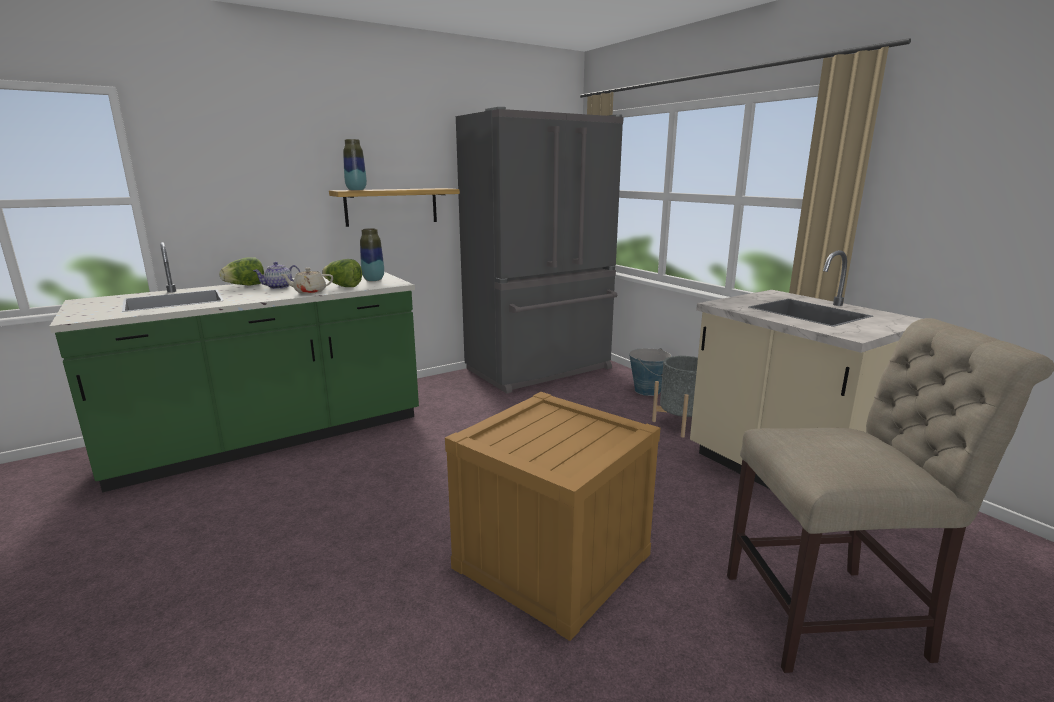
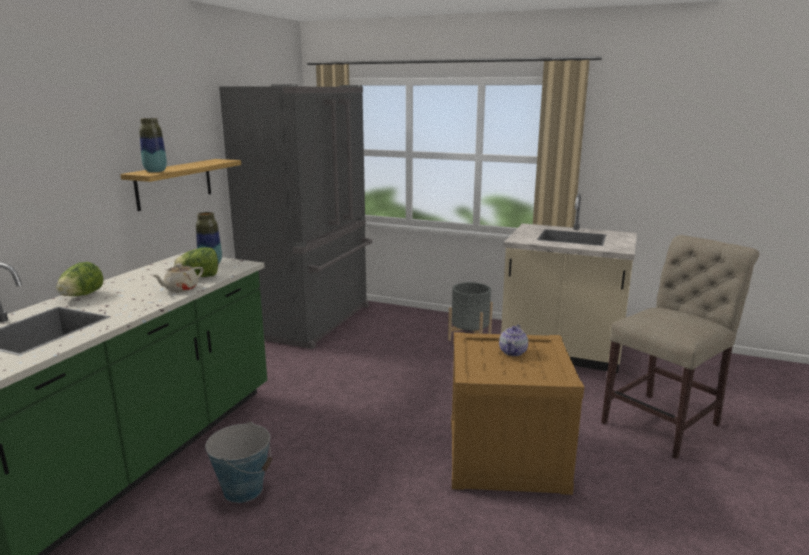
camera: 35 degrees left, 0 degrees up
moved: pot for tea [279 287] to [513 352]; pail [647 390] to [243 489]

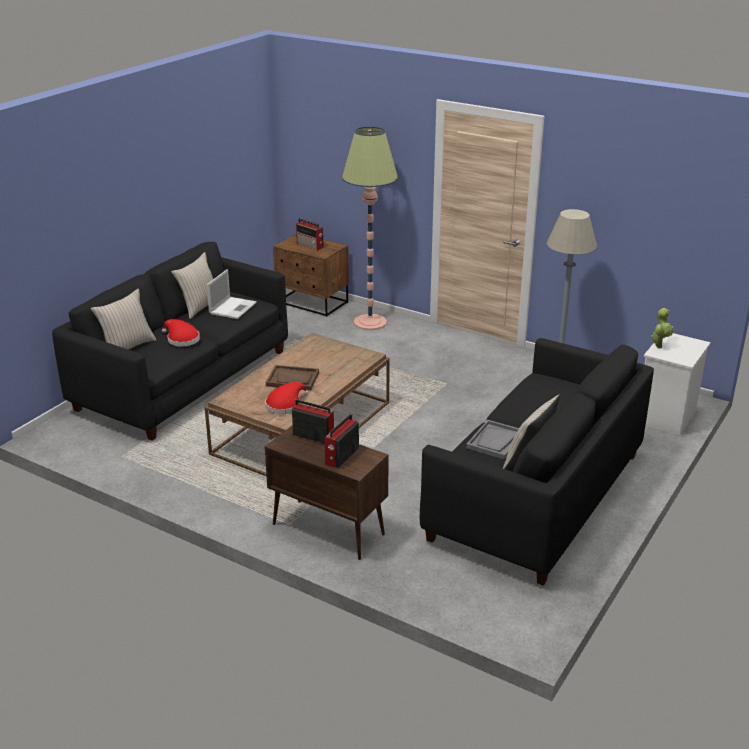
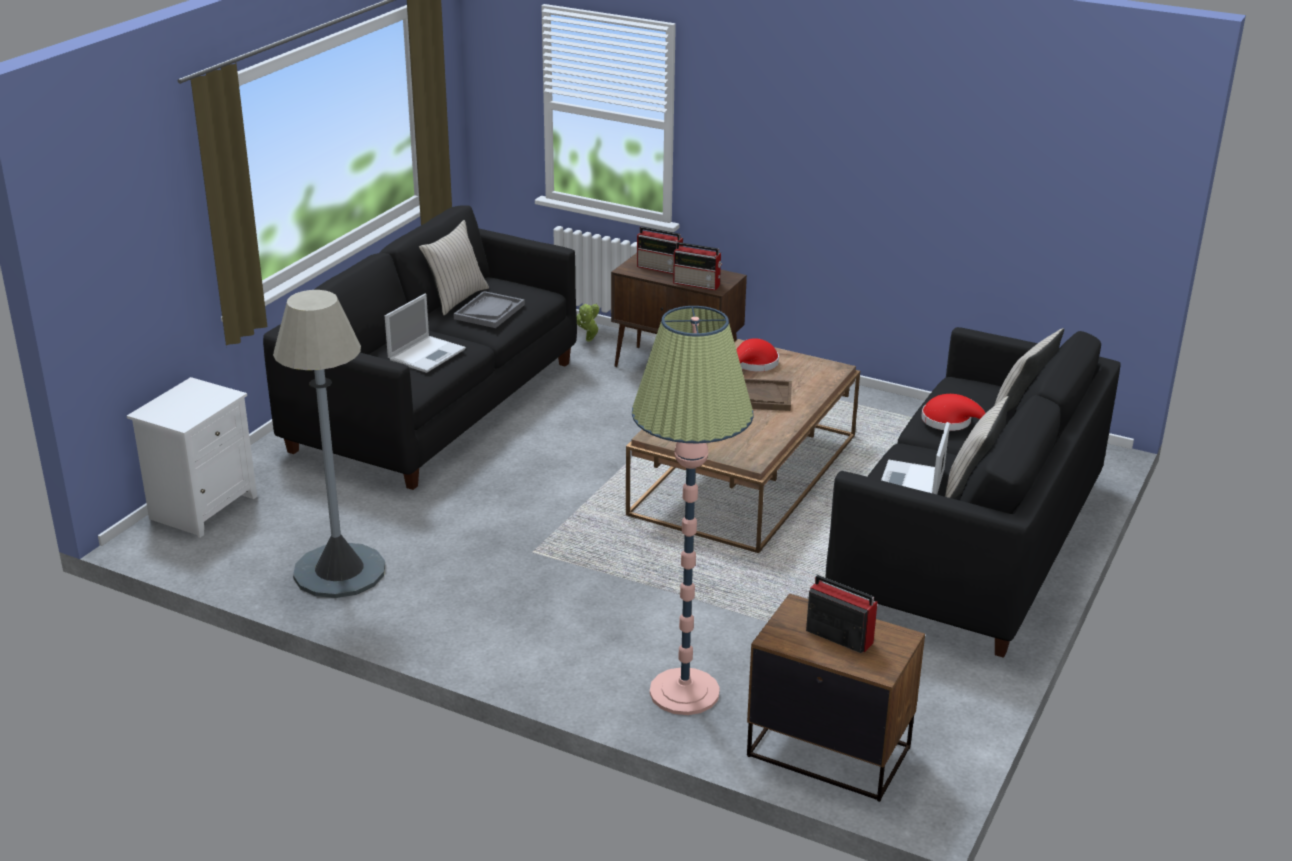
camera: 175 degrees right, 0 degrees up
added: portable computer [427 354]
moved: potted plant [659 346] to [588 341]
turned: radio [341 456] = [660 268] 90 degrees clockwise

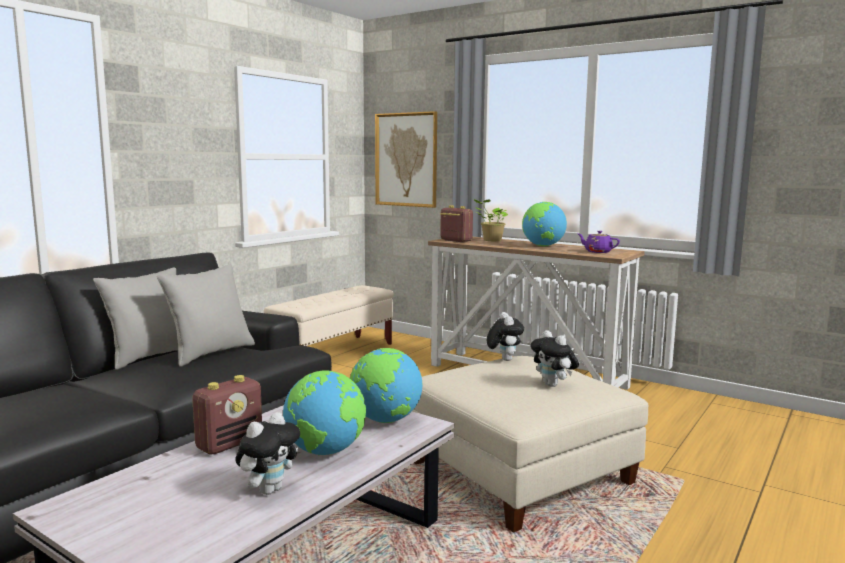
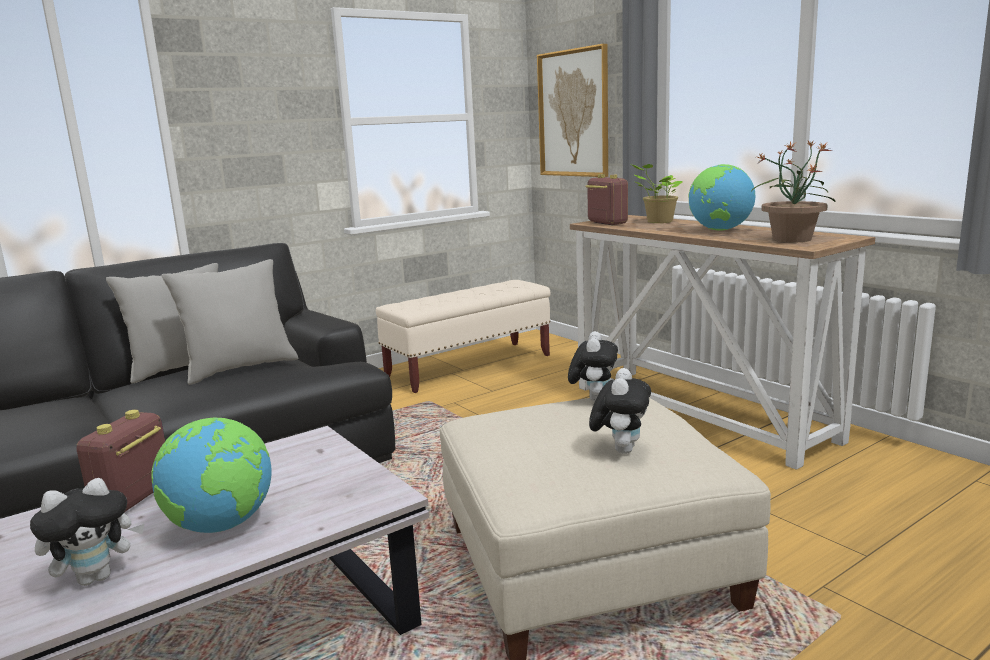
camera: 20 degrees right, 5 degrees up
removed: desk globe [385 420]
replaced: pot for tea in purple-coloured [597 252] to potted plant [791 239]
turned: radio [230 443] = [133 499] 135 degrees clockwise; cuddly toy [553 385] = [620 449] 150 degrees counterclockwise

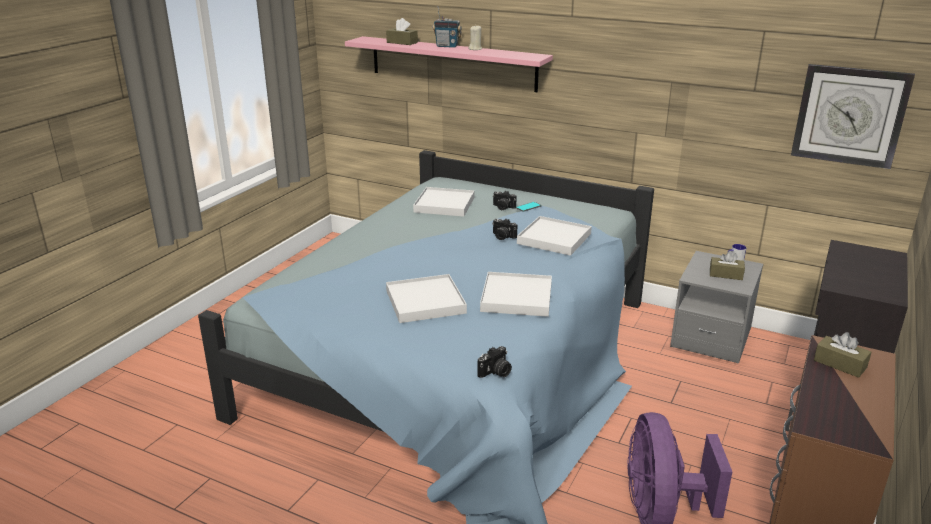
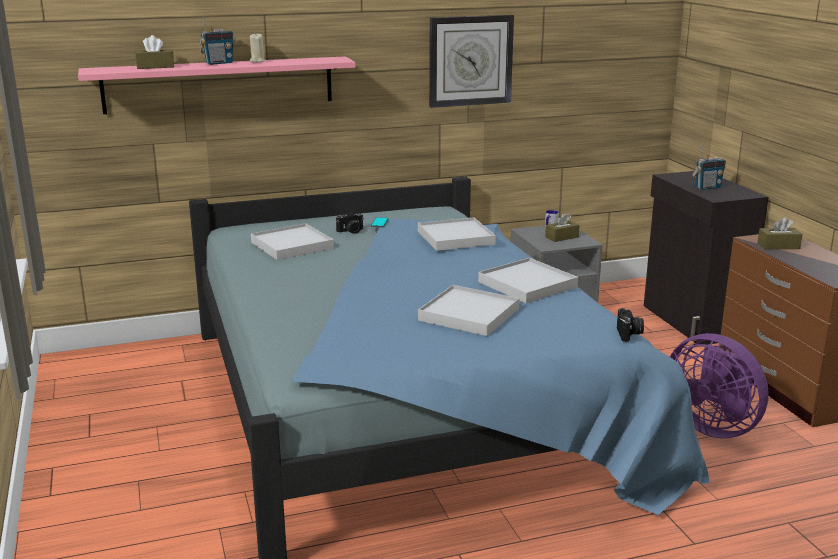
camera: 45 degrees left, 5 degrees down
removed: photo camera [502 237]
added: radio [707 187]
moved: hanging clock [849 115] to [470 60]

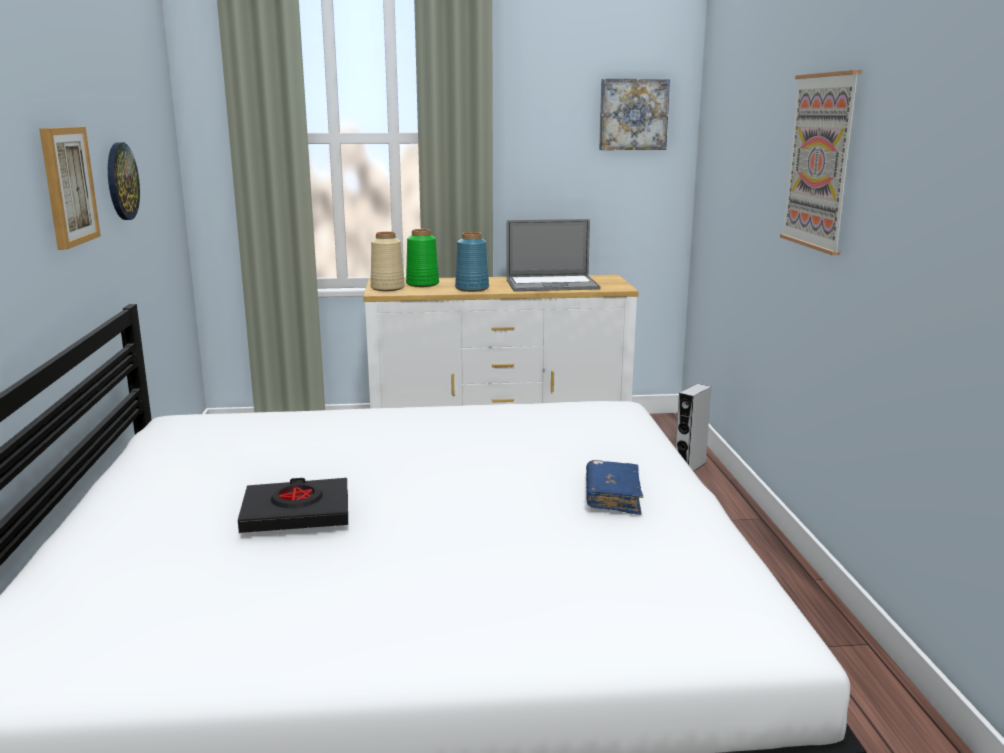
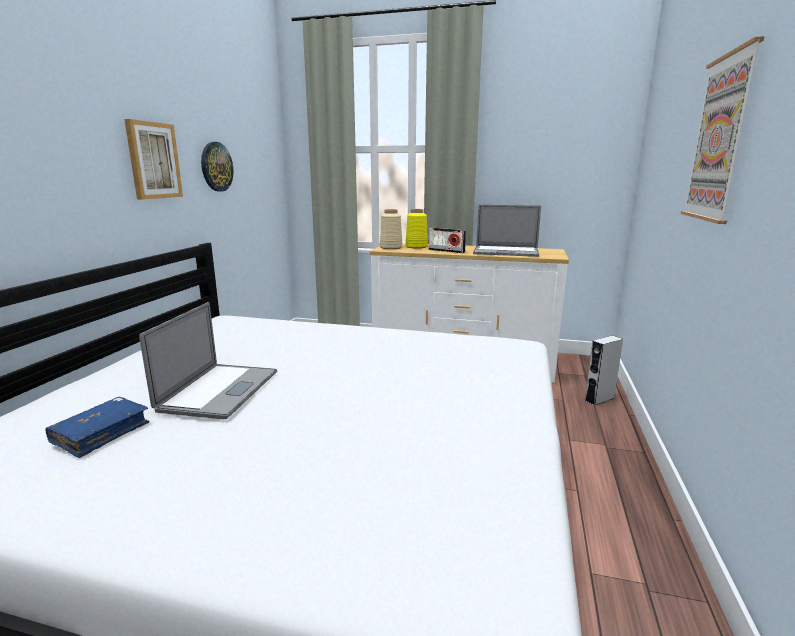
camera: 20 degrees right, 0 degrees up
removed: wall art [633 114]
moved: volume in bluish [612 497] to [101 434]
replaced: volume in black [296 513] to portable computer [219 390]; vase in bluish [472 288] to radio [446 251]
recoloured: vase in green [423 284] to vase in yellow [416 247]

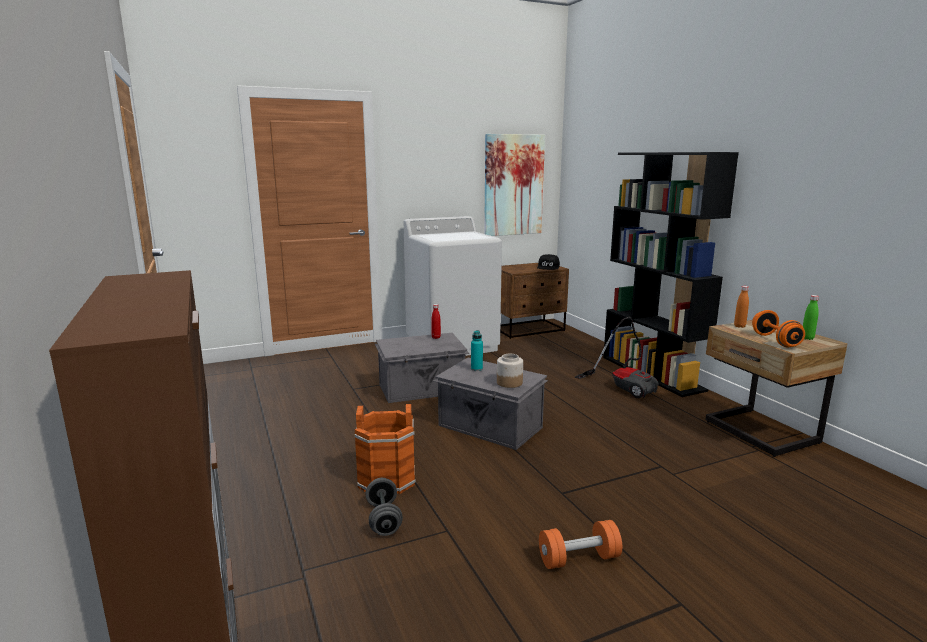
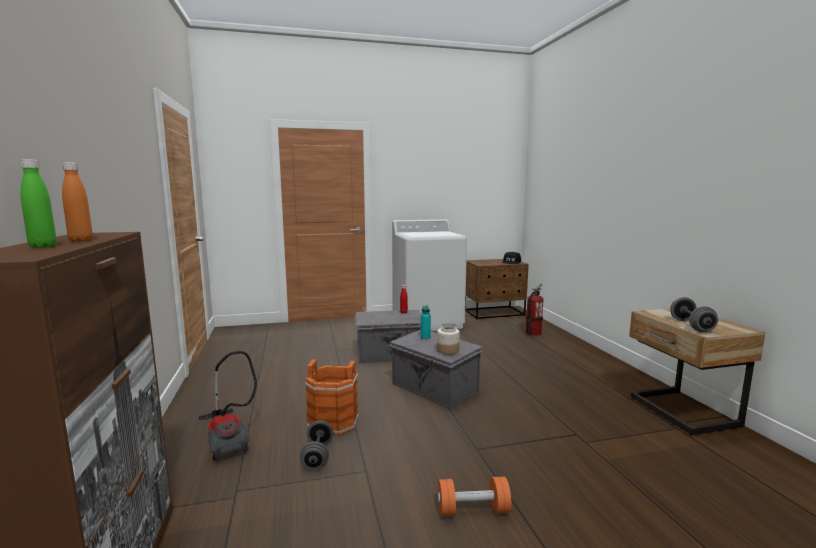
camera: 10 degrees right, 5 degrees down
removed: wall art [513 185]; shelving unit in black [652 373]
added: fire-fighting cylinder [533 333]
moved: vacuum cleaner [623 386] to [229 438]; bottle in orange-coloured [739 326] to [81 240]; bottle in green [807 338] to [43 246]
recoloured: dumbbell in orange-coloured [775 341] to dumbbell in greyish [691 325]

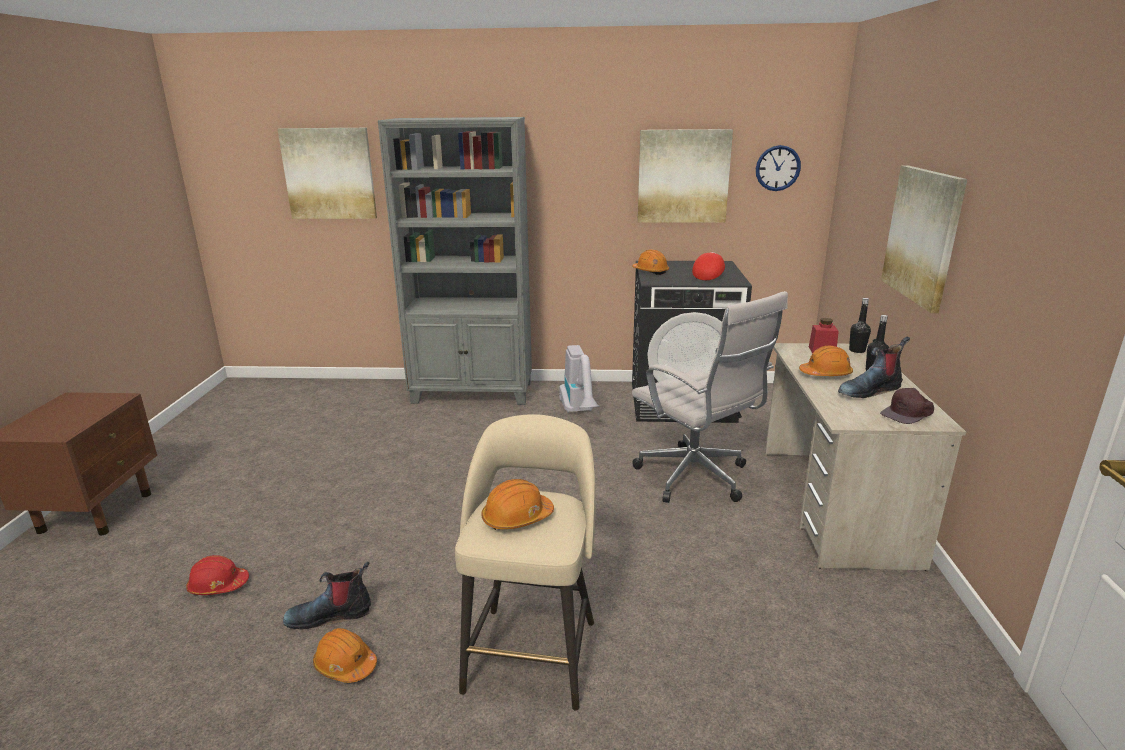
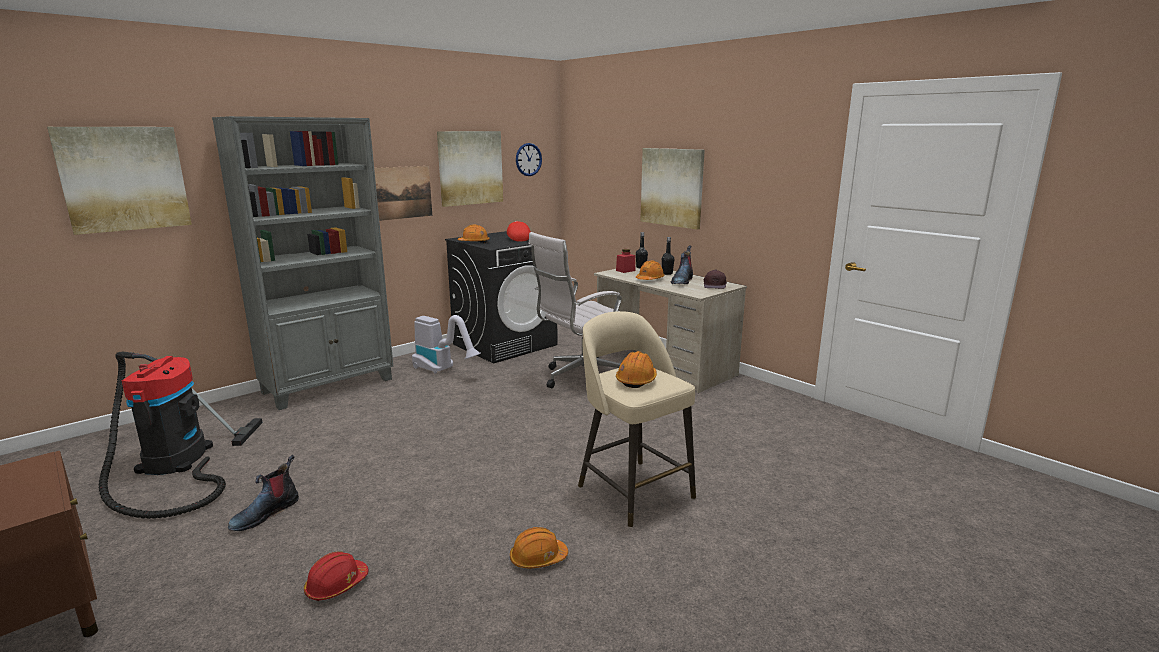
camera: 45 degrees left, 5 degrees down
added: vacuum cleaner [173 463]; wall art [401 192]
moved: boot [330 615] to [266 513]
turned: computer chair in white-coloured [696 479] = [580 379] 135 degrees clockwise

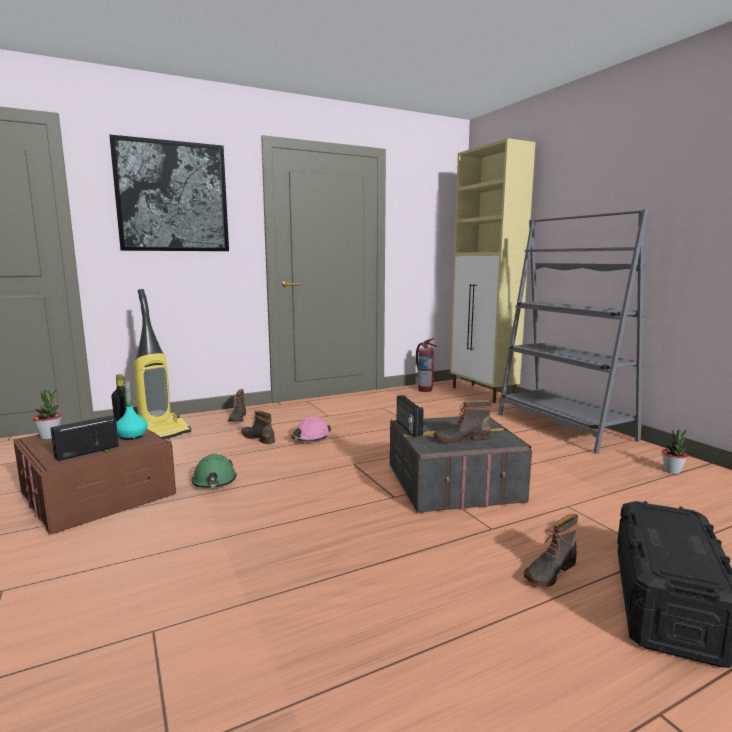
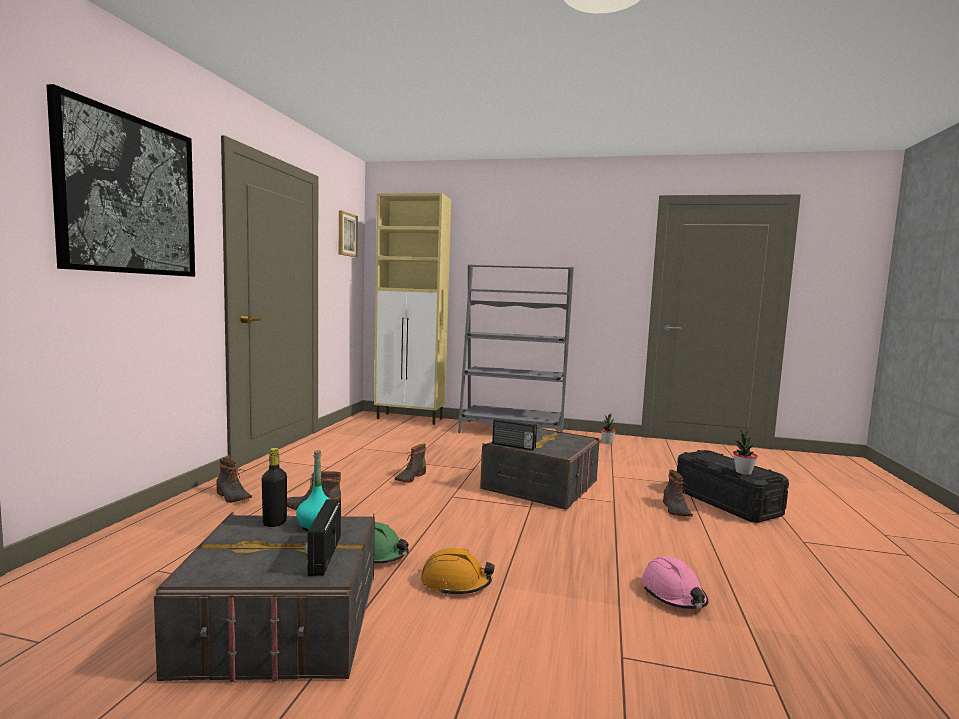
camera: 50 degrees left, 5 degrees down
removed: vacuum cleaner [160 434]; fire-fighting cylinder [425 390]
added: wall art [347 234]; safety helmet in orange-coloured [455 583]
moved: potted plant [50 436] to [743 472]; safety helmet in pinkish [310 438] to [673 595]; boot [461 438] to [410 477]
recoloured: storage container in brown [98 494] to storage container in greyish [283 624]

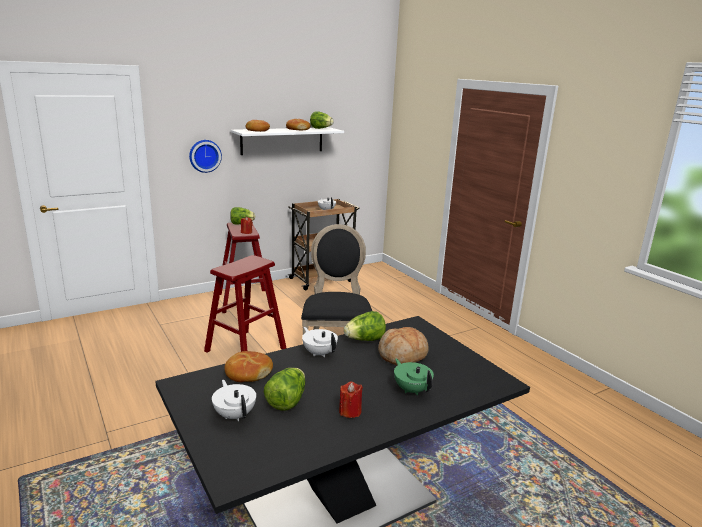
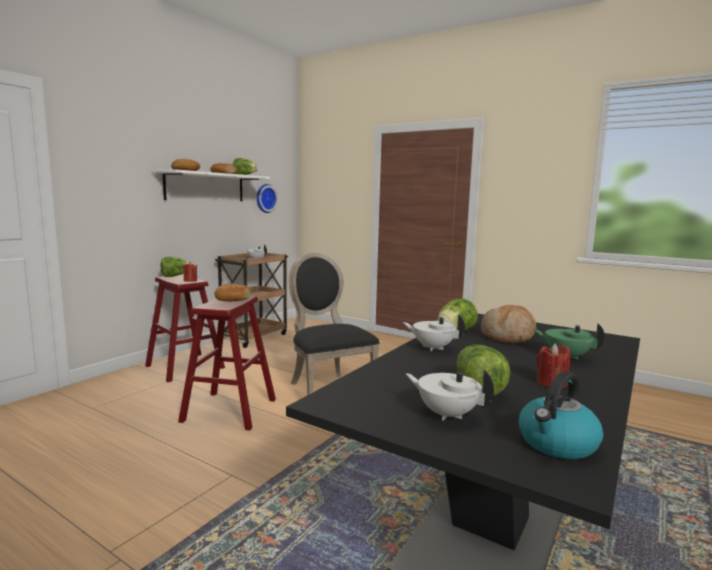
camera: 25 degrees left, 10 degrees down
added: kettle [557 444]
moved: hanging clock [204 155] to [265 198]; baked bread [248 373] to [232 299]

